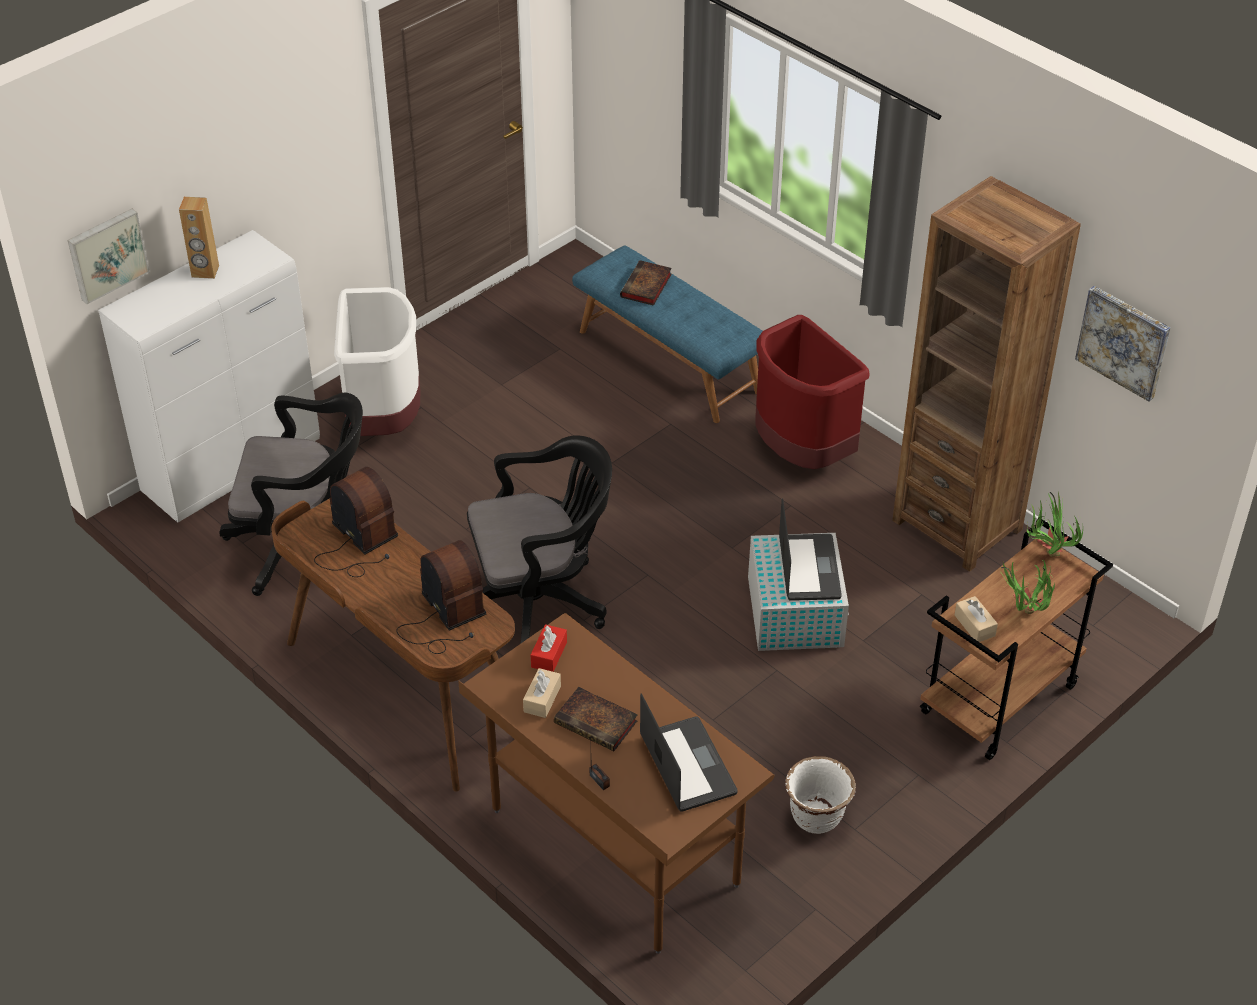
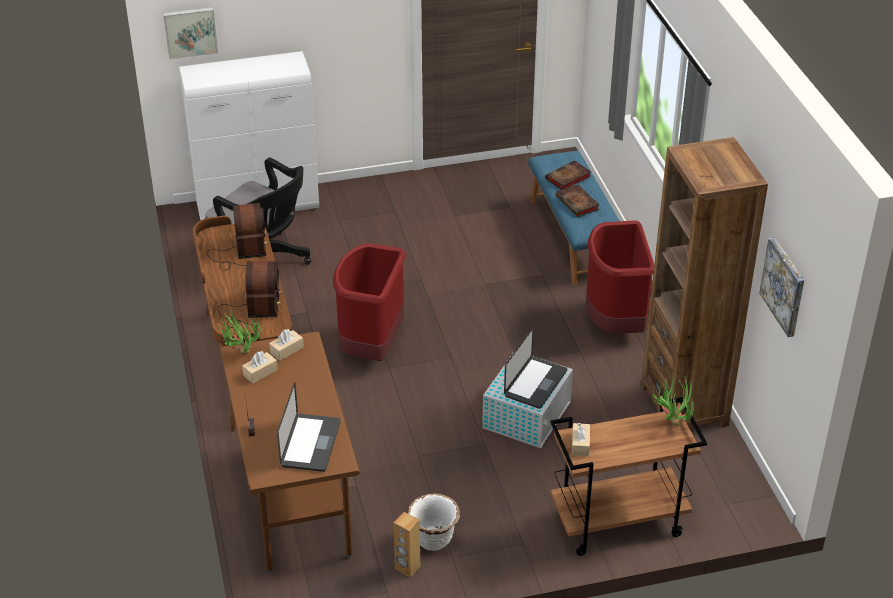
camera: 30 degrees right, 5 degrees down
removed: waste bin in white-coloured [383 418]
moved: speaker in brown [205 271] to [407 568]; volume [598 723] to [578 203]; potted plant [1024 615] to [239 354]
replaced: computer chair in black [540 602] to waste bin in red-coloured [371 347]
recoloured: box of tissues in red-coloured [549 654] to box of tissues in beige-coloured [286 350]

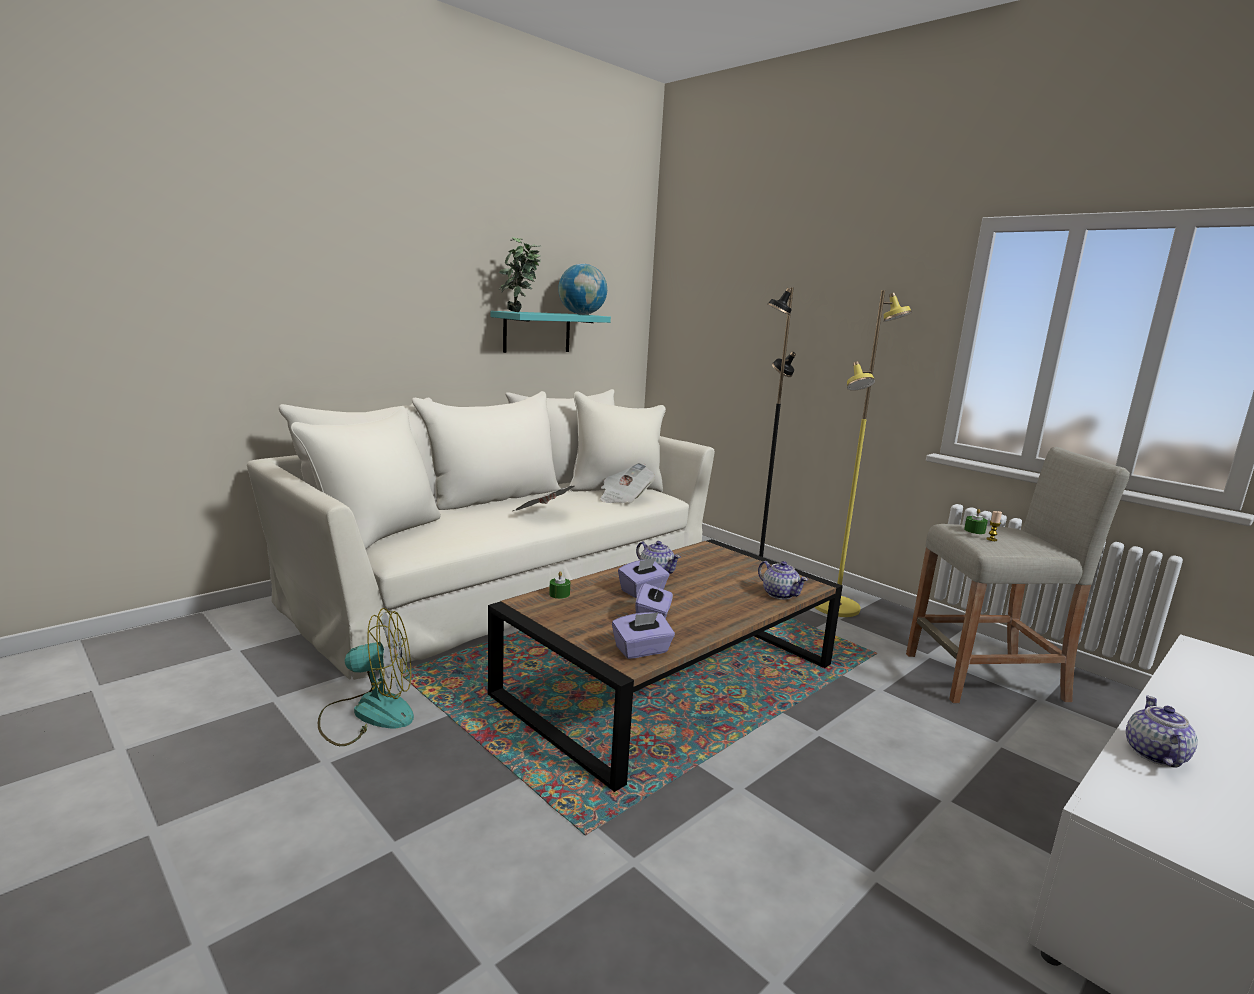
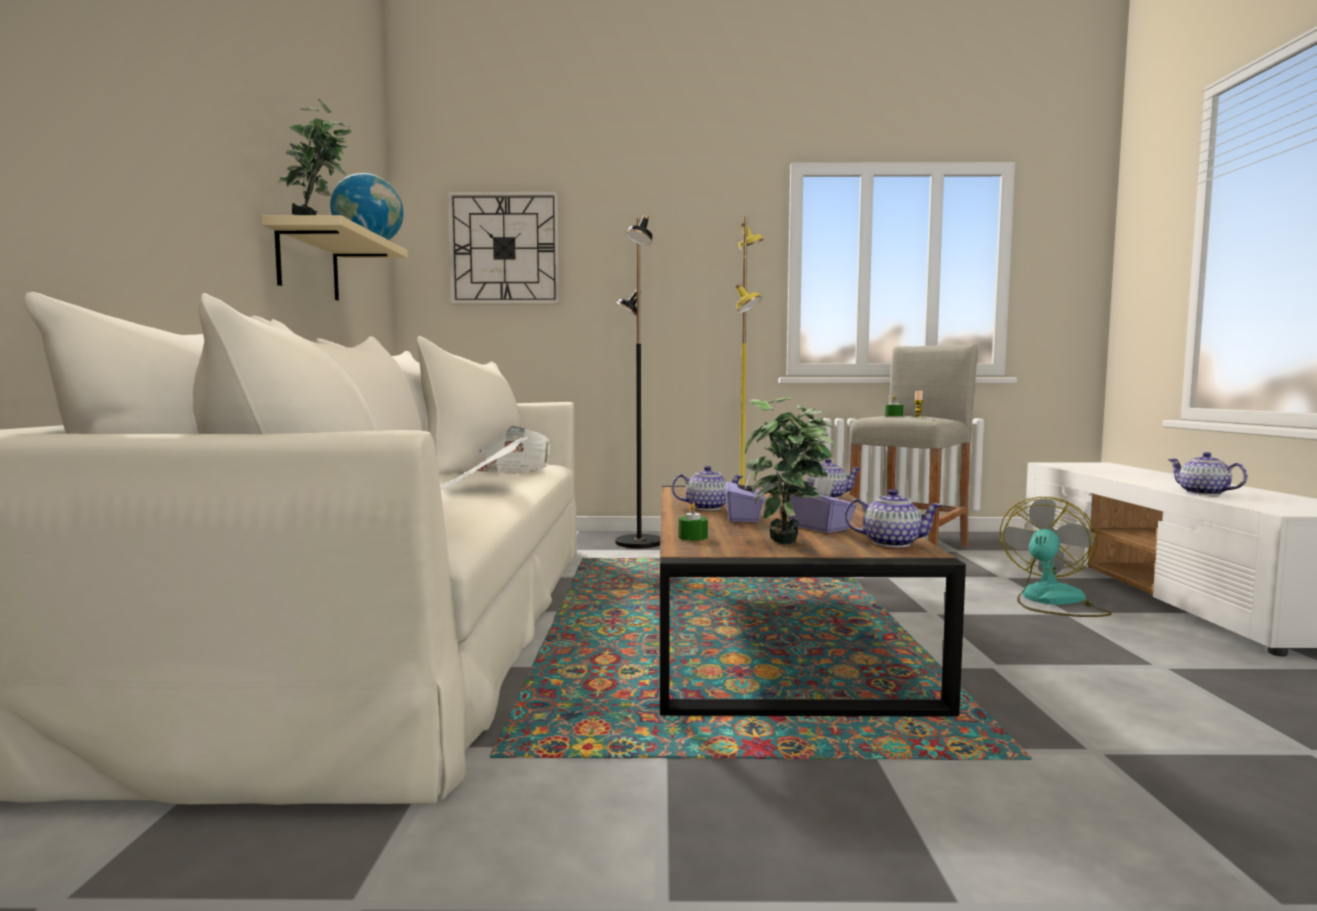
camera: 45 degrees left, 10 degrees down
added: hanging clock [504 248]; potted plant [788 546]
moved: fan [368 713] to [1052 601]
replaced: box of tissues in purple-coloured [642 650] to pot for tea [890 543]
recoloured: wall shelf in turquoise [537 332] to wall shelf in beige-coloured [308 264]

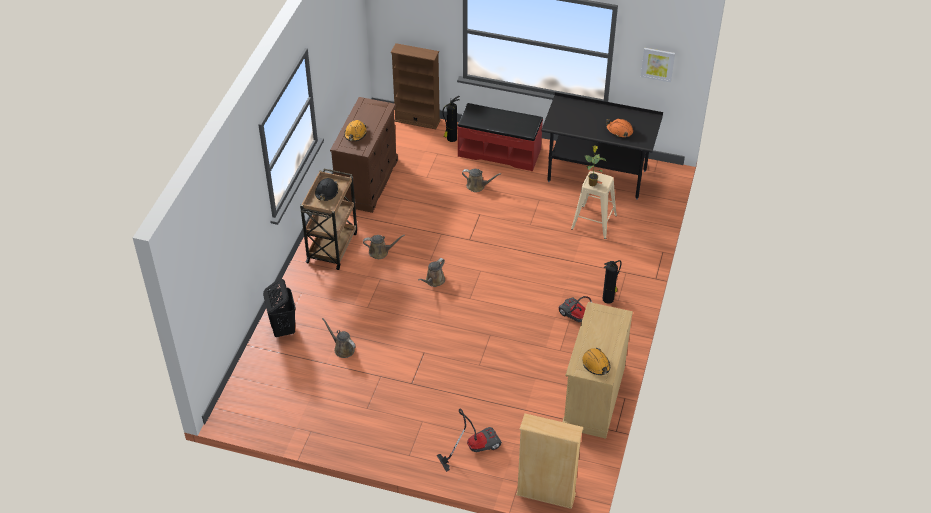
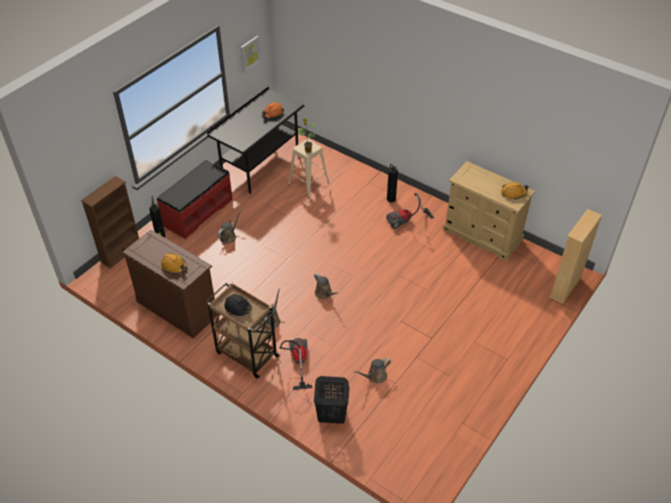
camera: 70 degrees left, 0 degrees up
moved: vacuum cleaner [473 447] to [297 362]

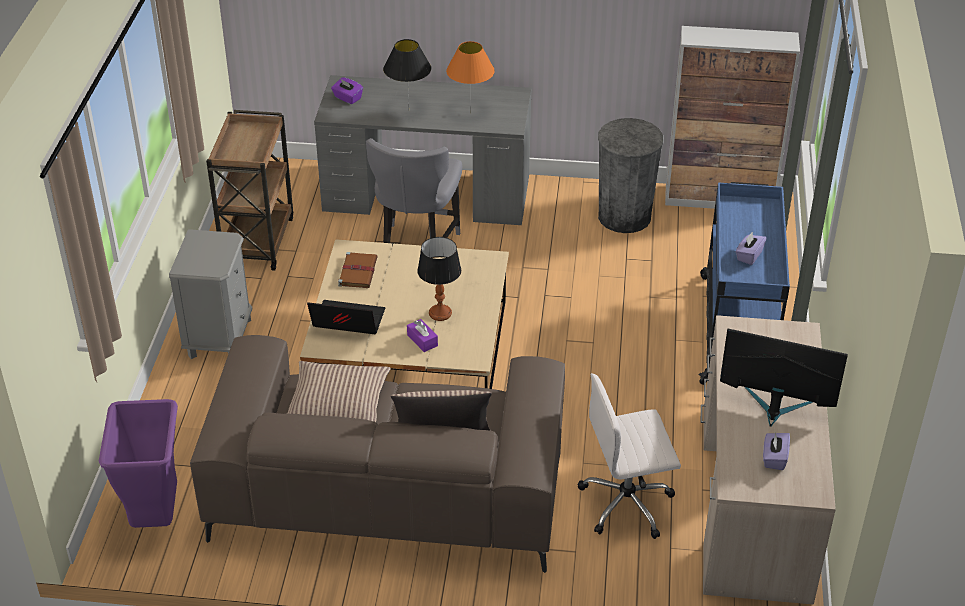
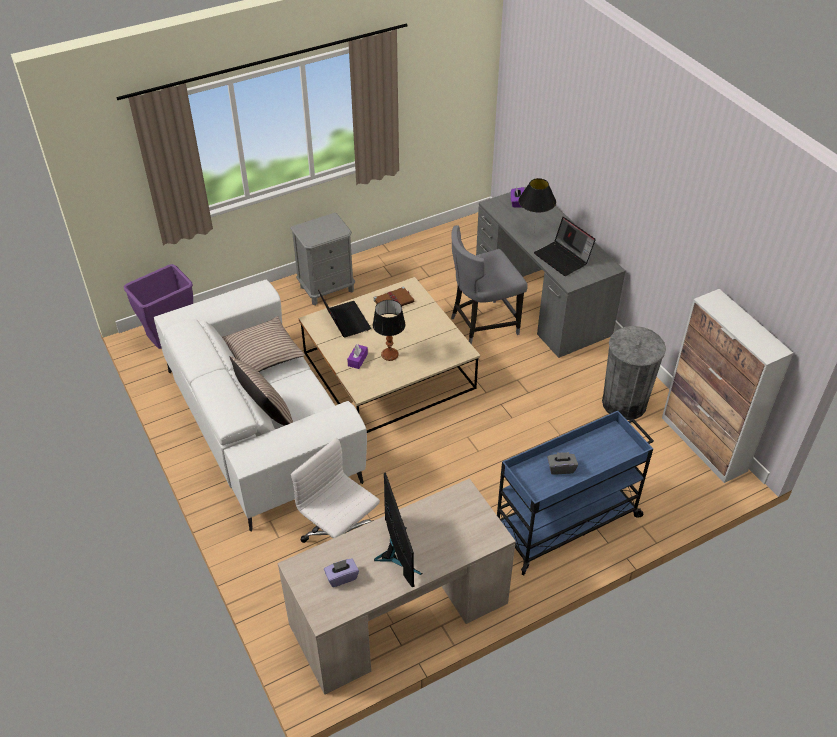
camera: 55 degrees right, 5 degrees up
removed: cart in brown [258 240]
replaced: lamp for a table in orange-coloured [470 113] to portable computer [563 258]
recoloured: couch in brown [388 491] to couch in white-coloured [262 424]; box of tissues in purple-coloured [749 256] to box of tissues in greyish [561 468]

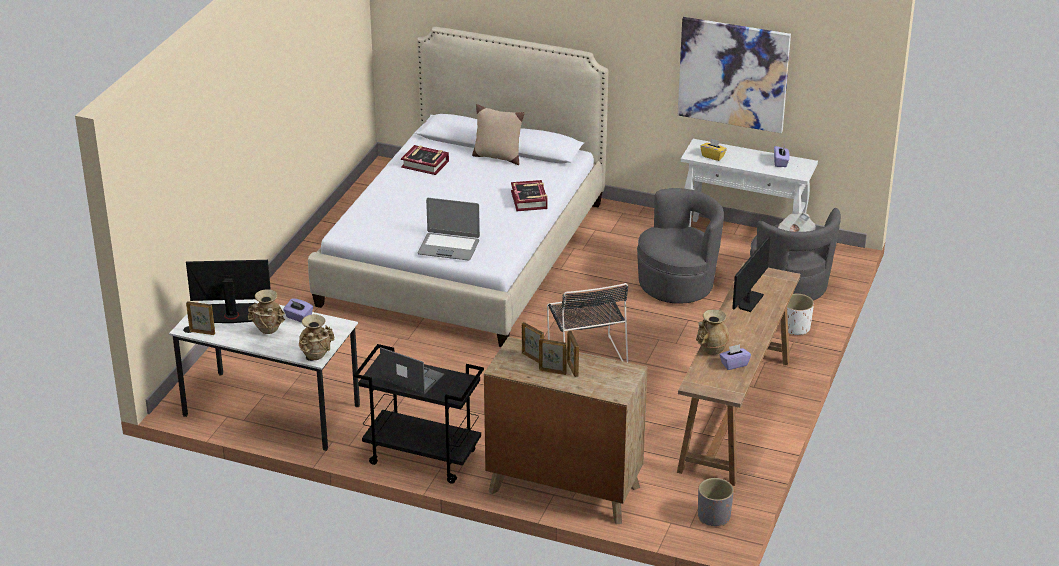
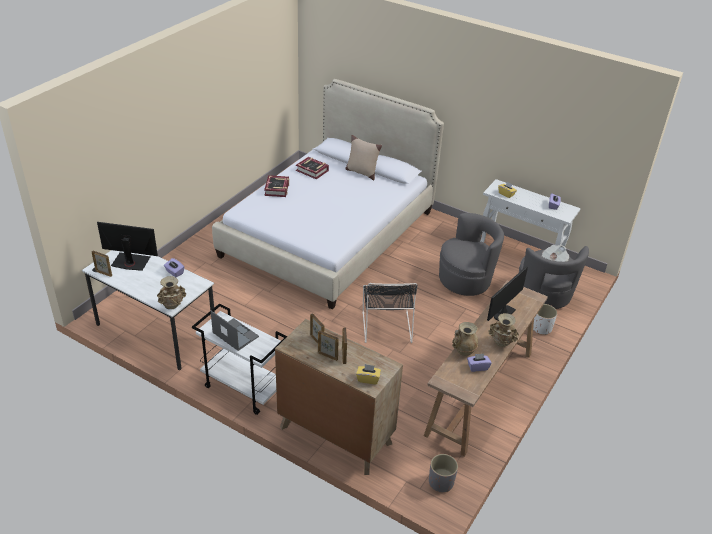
camera: 10 degrees right, 5 degrees up
removed: portable computer [448 247]; wall art [733 74]
added: box of tissues in yellow [368 379]
moved: vase in beige-coloured [268 330] to [501 343]; volume [529 200] to [277 189]
recoloured: cart in black [421 457] to cart in white-coloured [242 388]

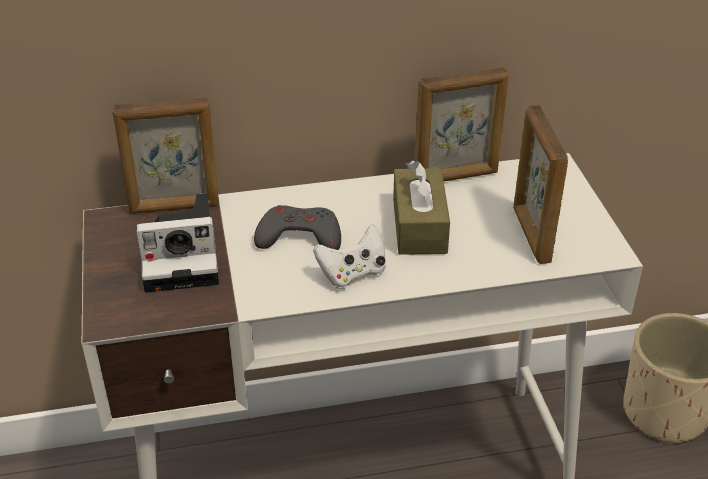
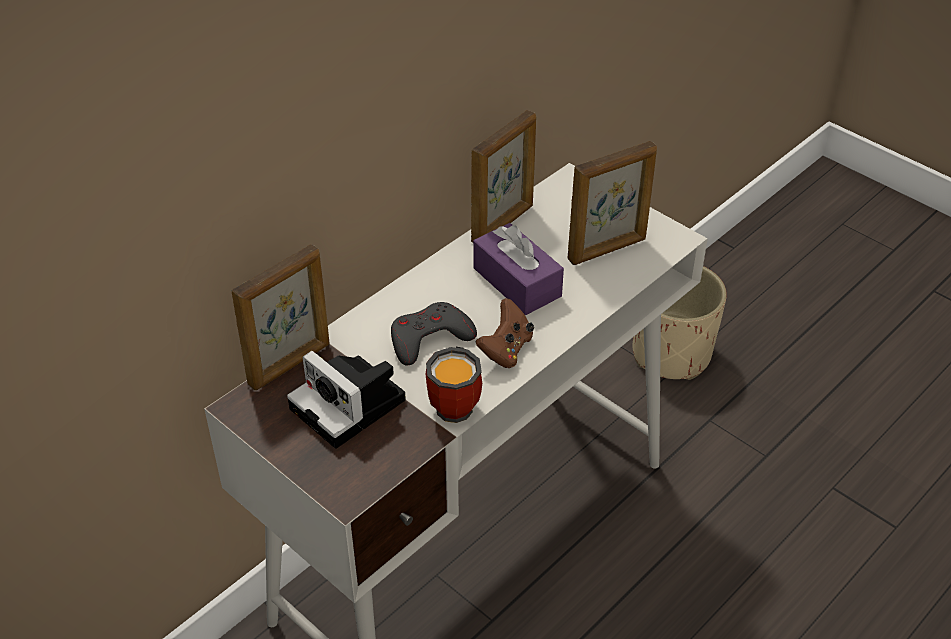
camera: 35 degrees left, 5 degrees up
added: coffee mug [458 403]
recoloured: joypad in white-coloured [352 273] to joypad in brown [506 349]; box of tissues in brown [419 226] to box of tissues in purple-coloured [517 282]
turned: photo camera [184 258] = [351 406] 90 degrees clockwise; picture frame [531 235] = [608 250] 75 degrees counterclockwise

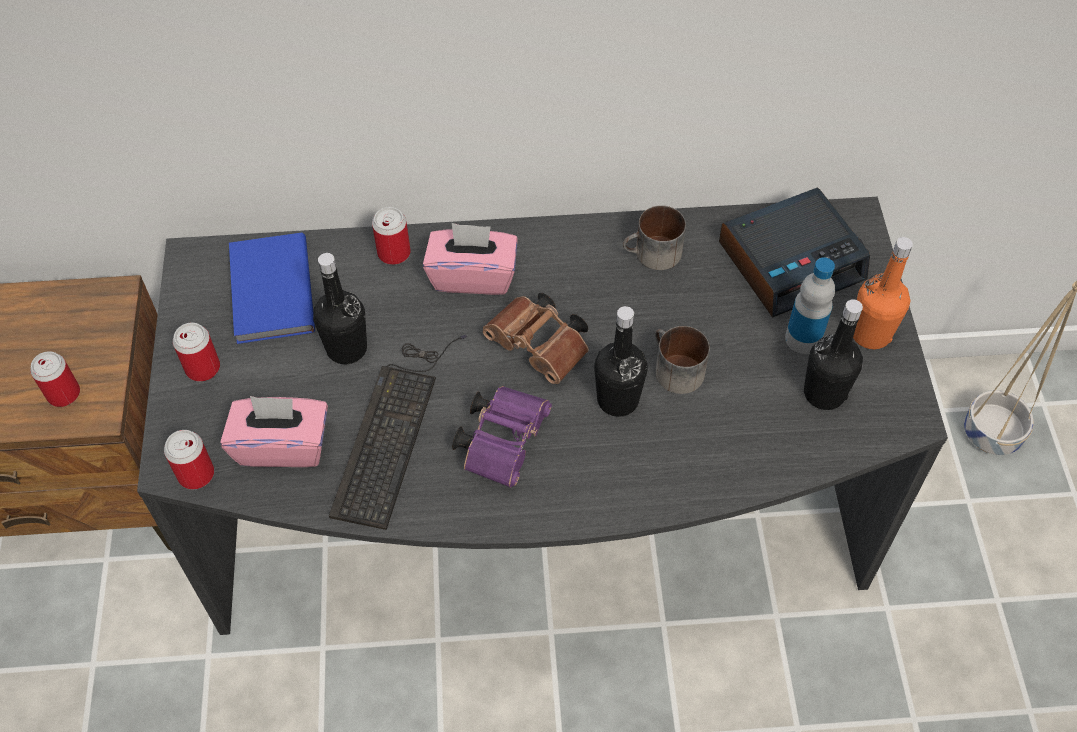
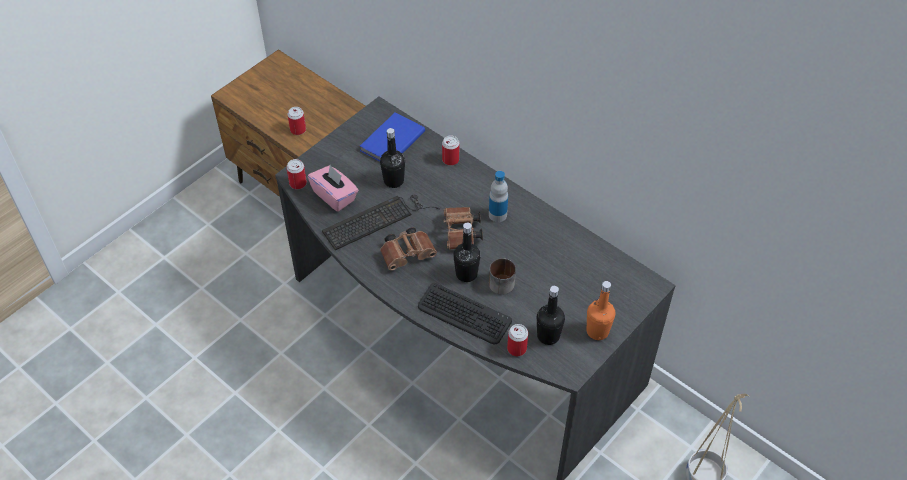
camera: 45 degrees right, 5 degrees down
removed: box of tissues in pinkish [473 276]; coffee mug [652 255]; alarm clock [791 260]
added: keyboard [464 314]
moved: can [202 368] to [516 348]; bottle [803 339] to [497 215]
recoloured: pair of binoculars in purple-coloured [504 440] to pair of binoculars in brown [409 254]

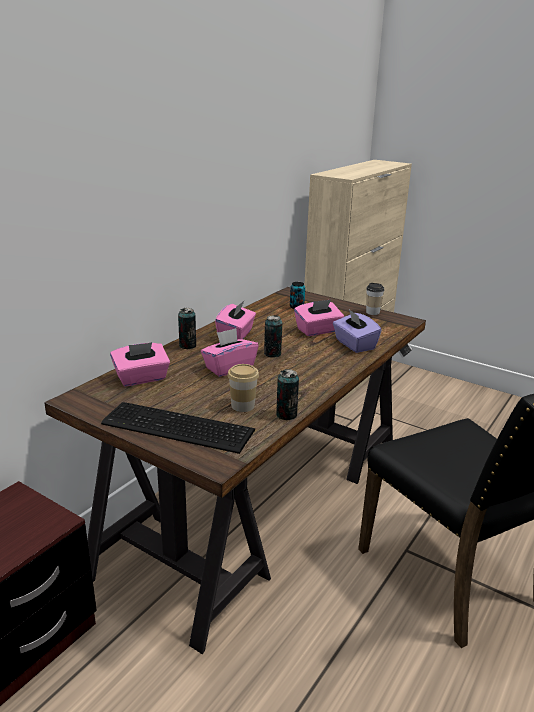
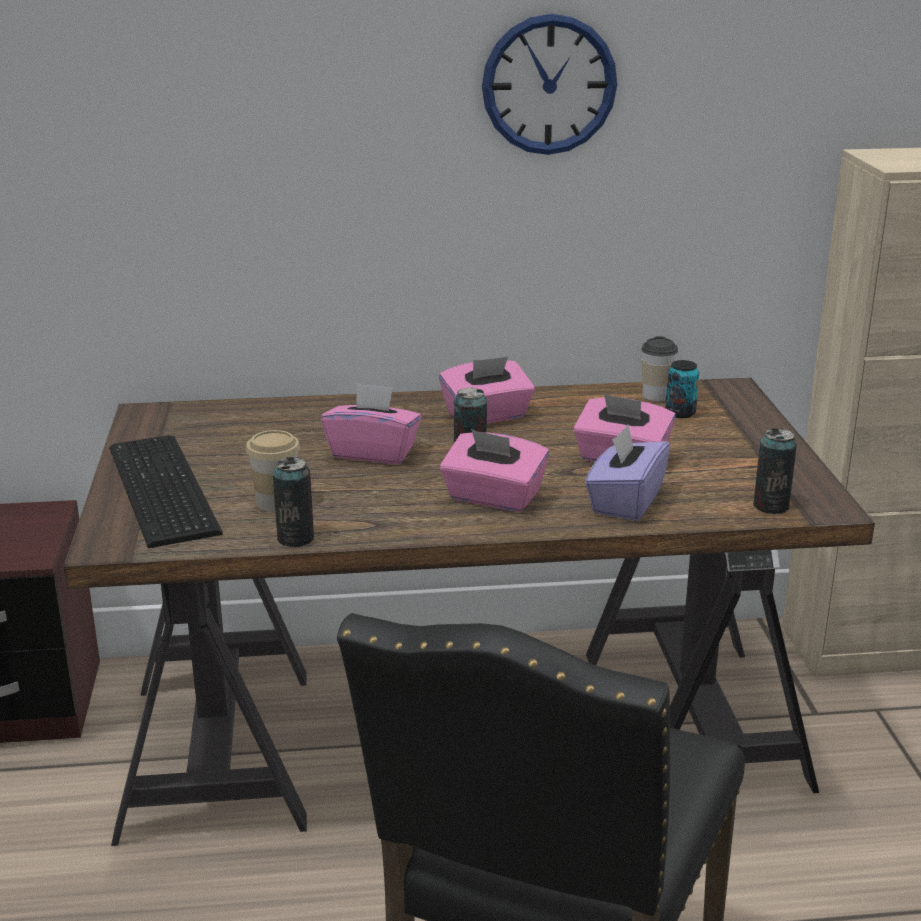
camera: 50 degrees right, 0 degrees up
added: hanging clock [549 85]
moved: box of tissues in pinkish [141 378] to [493 498]; can [187 346] to [771 506]; drinking cup [372 312] to [656 396]

